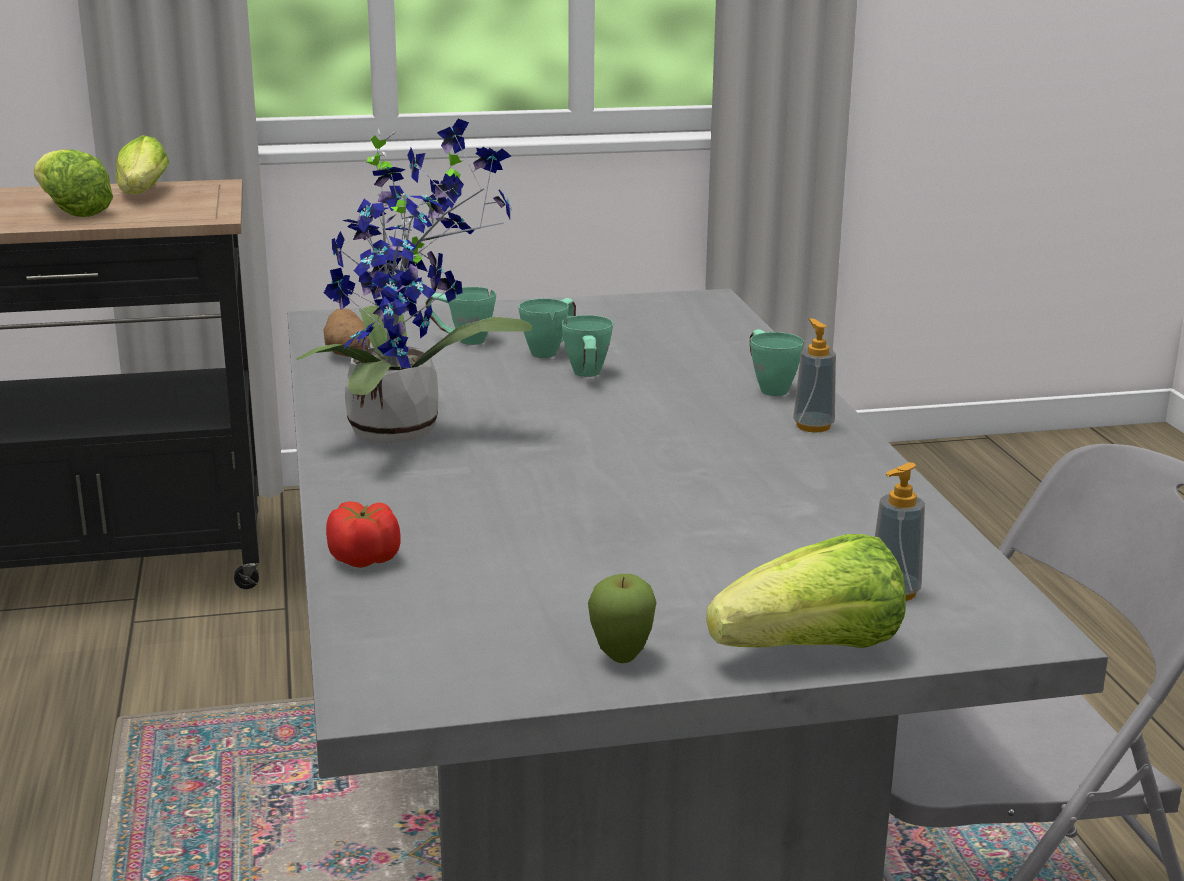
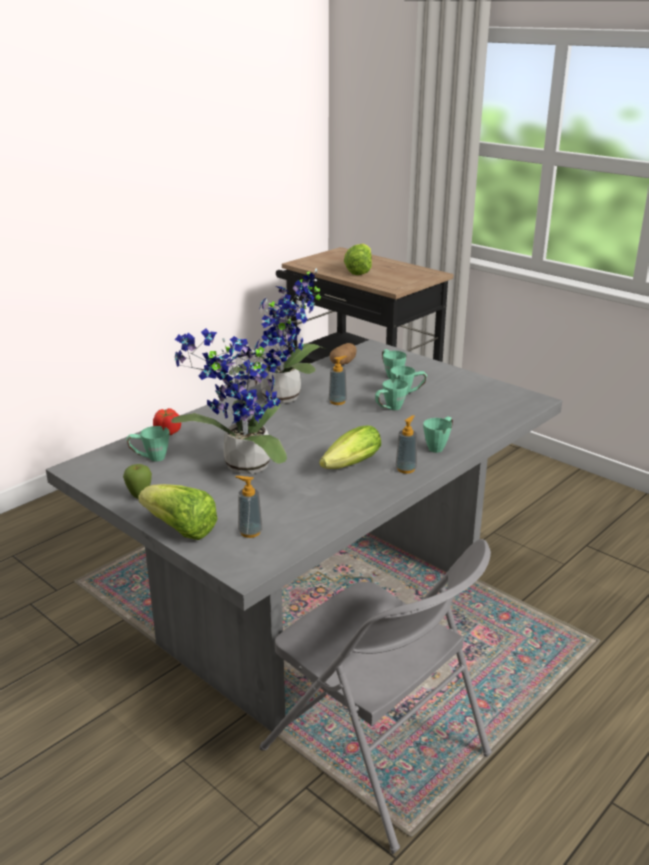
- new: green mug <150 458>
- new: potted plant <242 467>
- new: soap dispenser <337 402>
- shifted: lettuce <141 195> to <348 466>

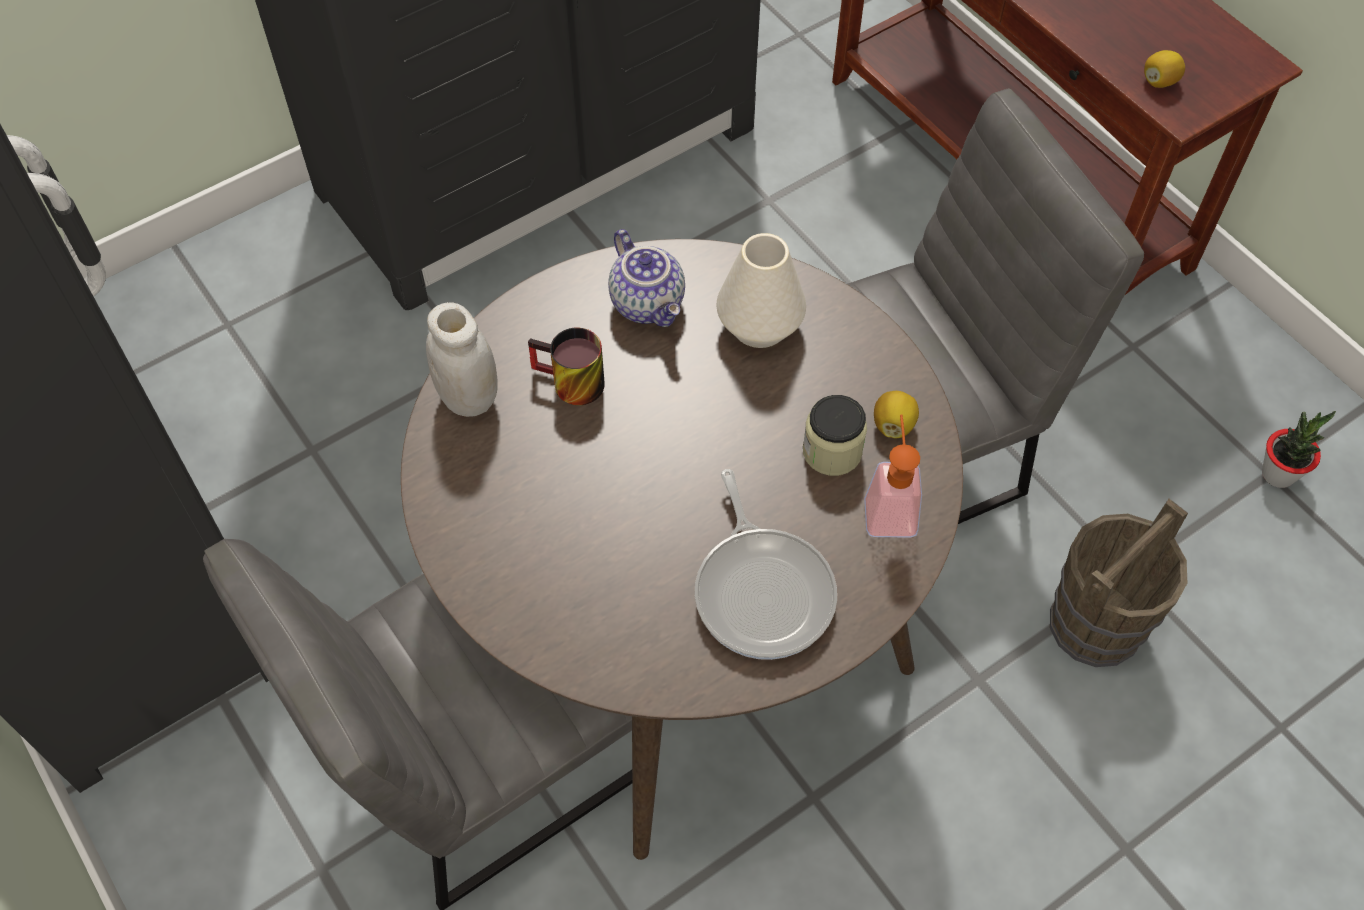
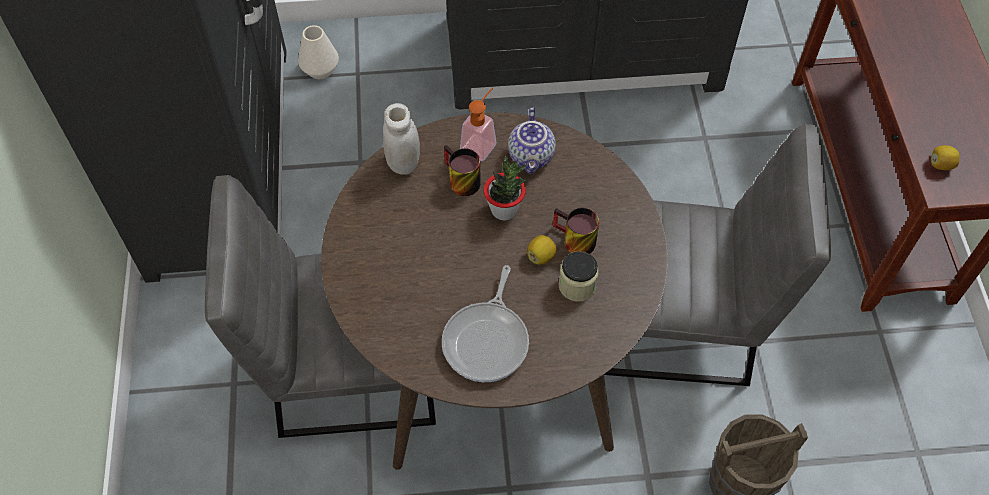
- new: mug <573 241>
- shifted: white vase <759 326> to <320 70>
- shifted: soap dispenser <889 507> to <481 143>
- shifted: lemon <893 425> to <541 256>
- shifted: potted plant <1278 474> to <504 210>

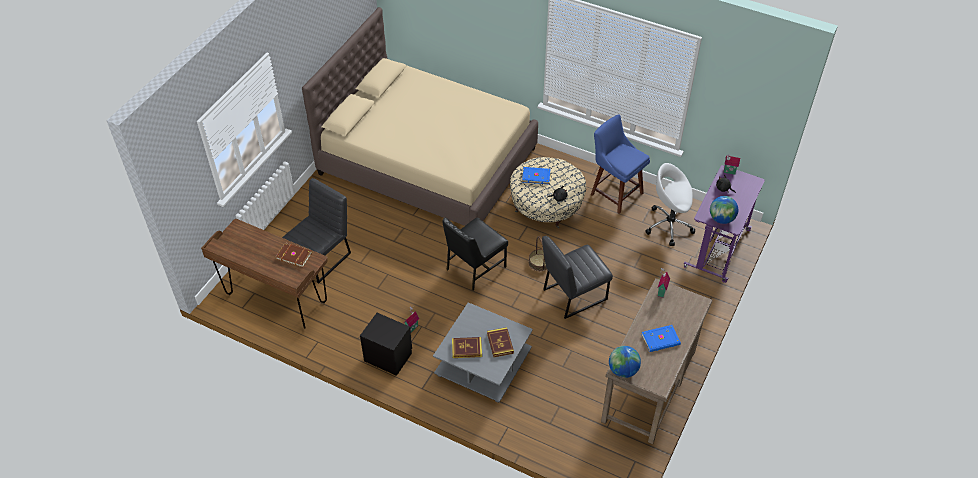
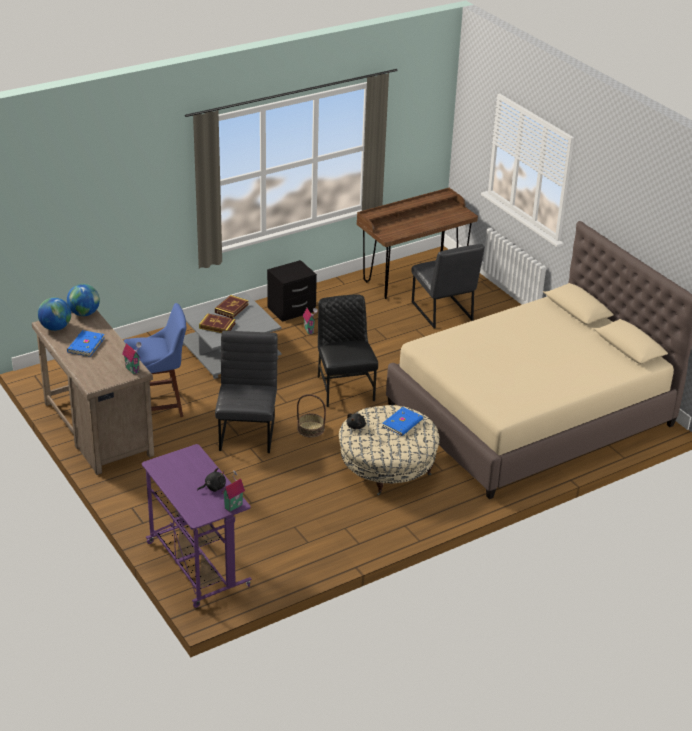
- gone: brown book <294 255>
- gone: white office chair <668 225>
- shifted: blue stool <615 192> to <159 405>
- shifted: globe <721 219> to <55 328>

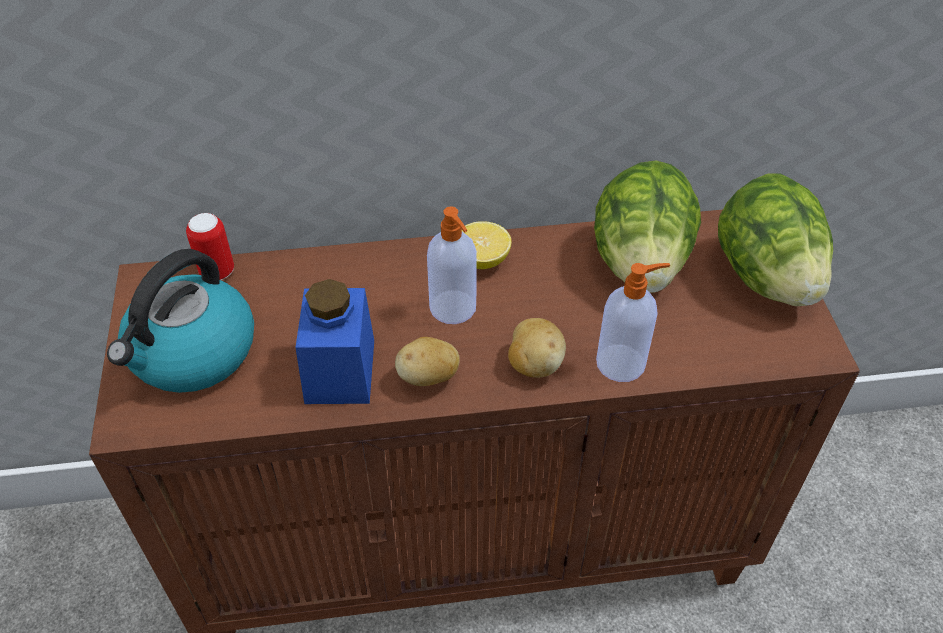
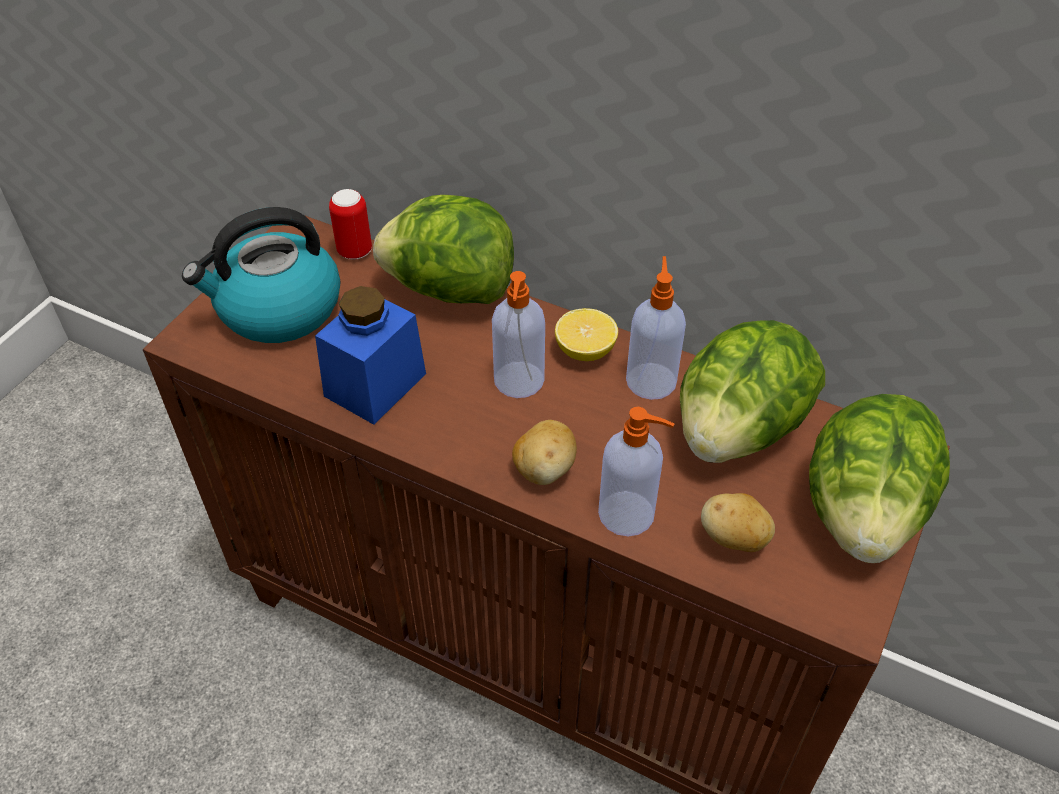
- new: lettuce <450 290>
- new: soap dispenser <651 379>
- shifted: potato <428 377> to <733 539>

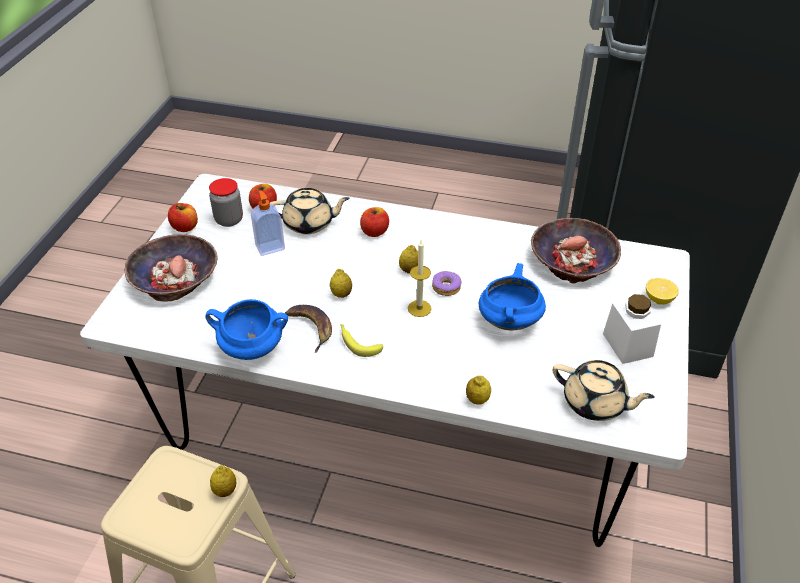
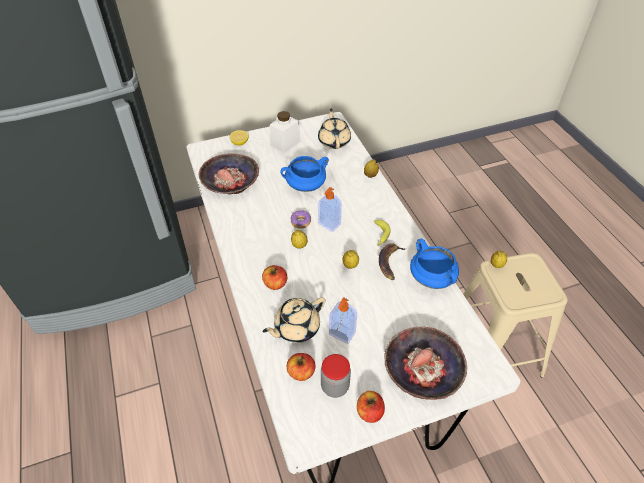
- swapped: candle <419 308> to soap dispenser <329 224>
- rotated: beige teapot <309 223> = <296 328> 90 degrees counterclockwise

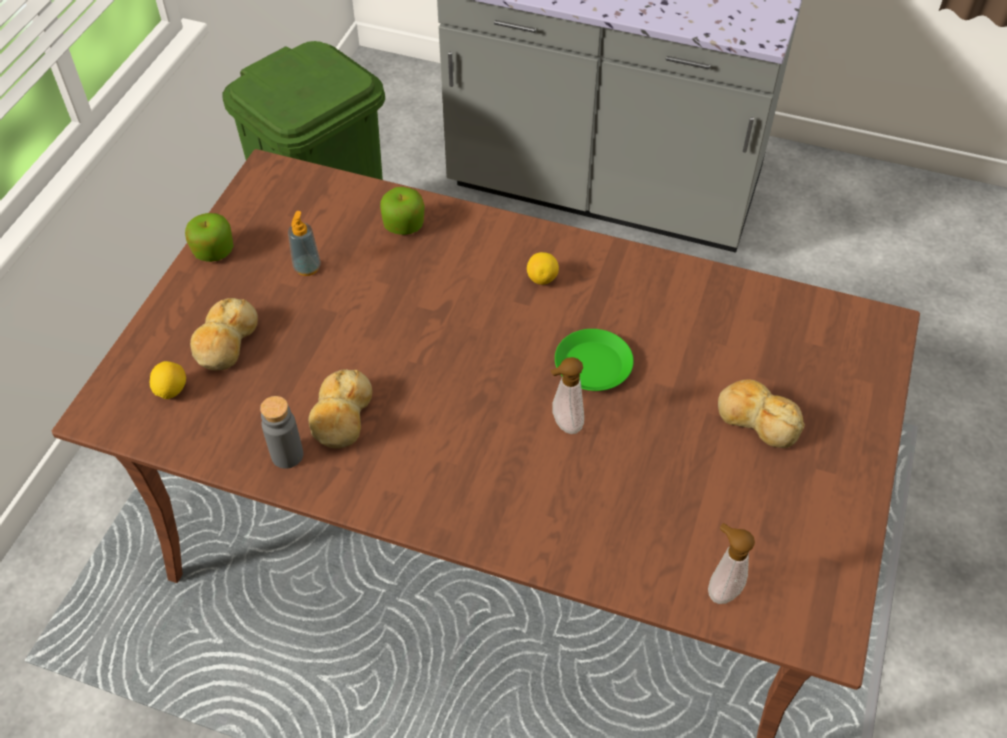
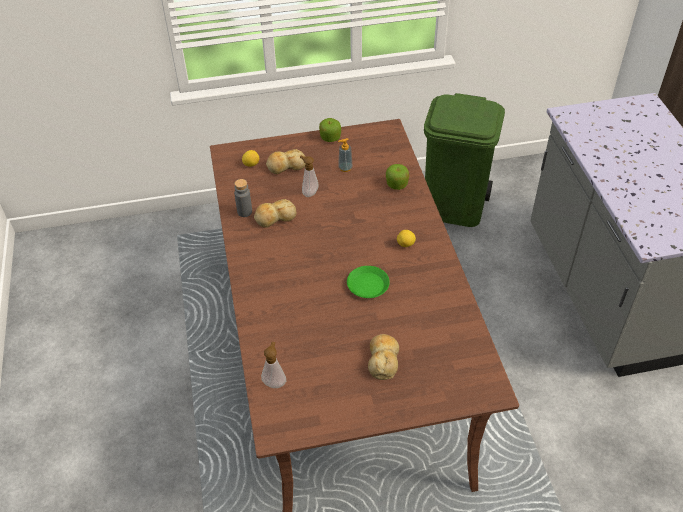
- shifted: soap dispenser <564 424> to <309 193>

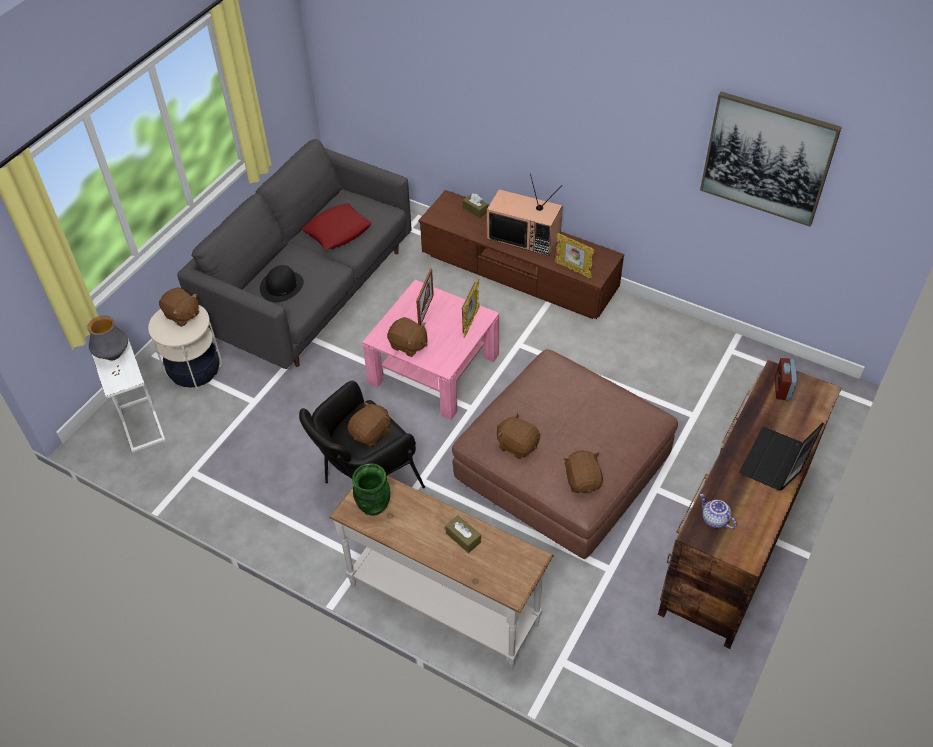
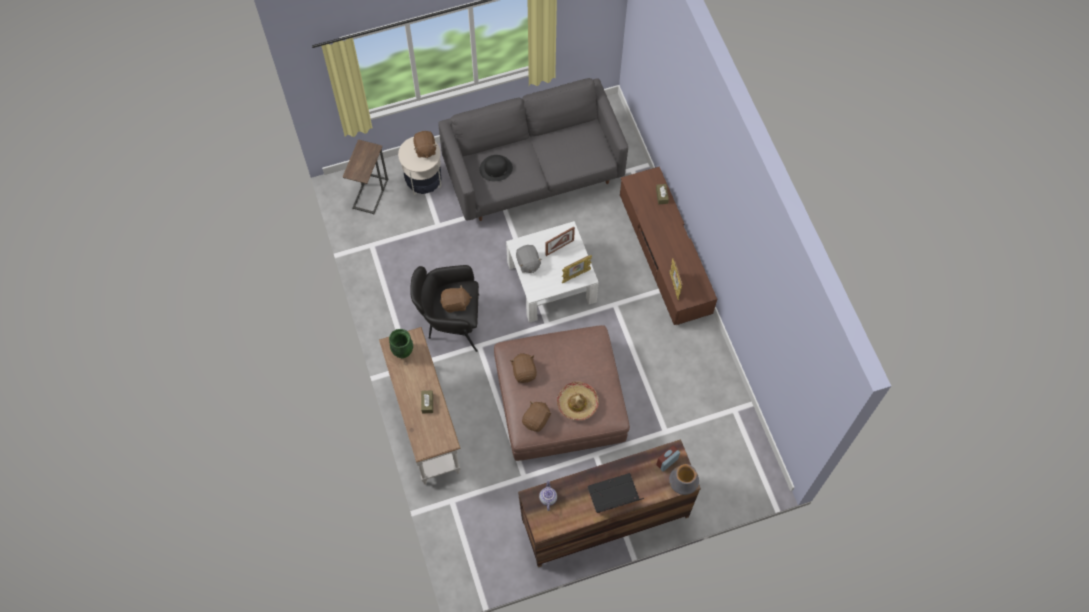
- gone: red pillow <337 231>
- gone: television <525 236>
- gone: picture <767 158>
- new: hat <577 403>
- shifted: vase <113 355> to <682 484>
- repainted: white side table <140 424> to brown side table <370 193>
- repainted: pink coffee table <434 369> to white coffee table <551 282>
- repainted: brown plush toy <408 345> to grey plush toy <528 263>

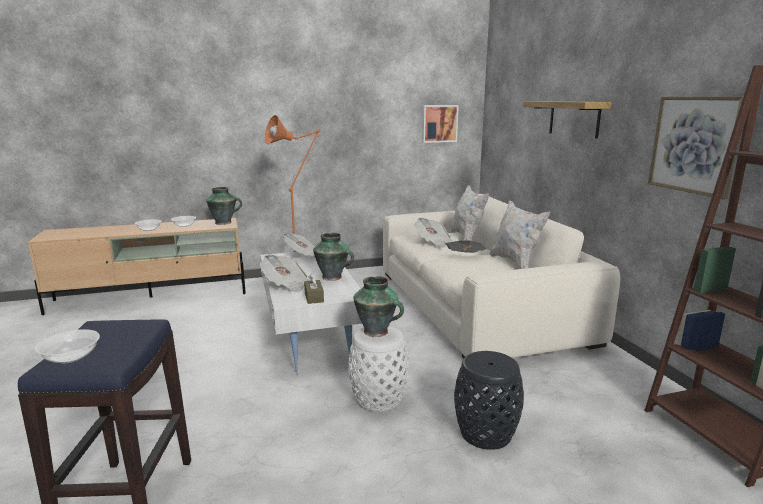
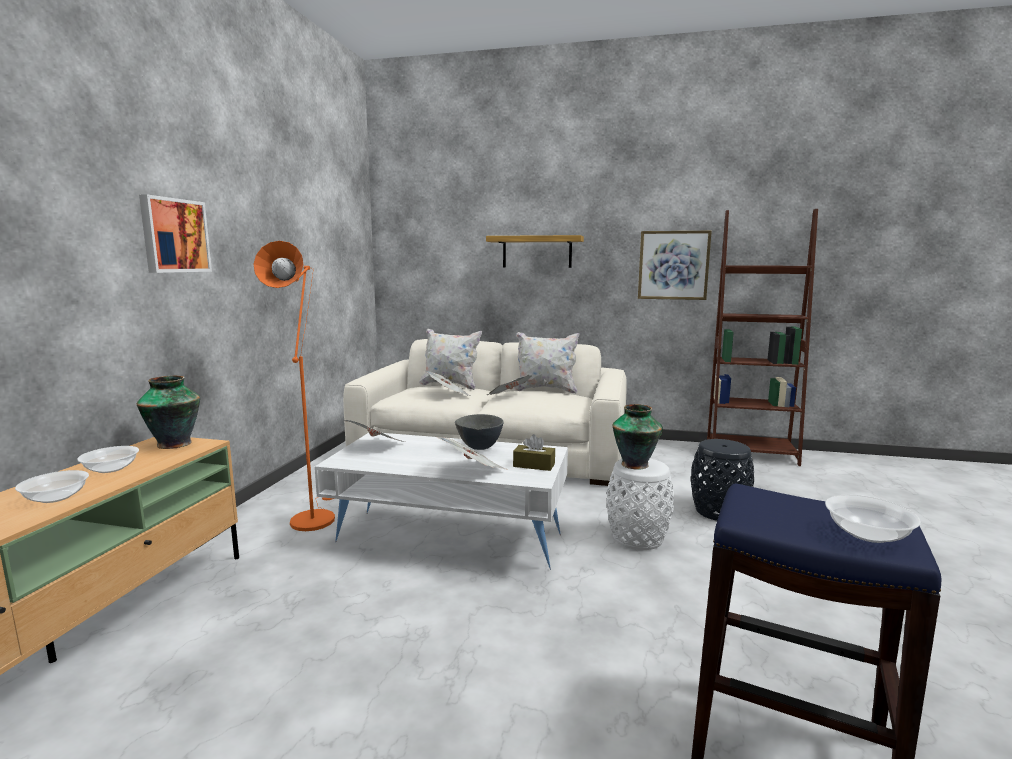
- shifted: picture <439 123> to <174 235>
- swapped: vase <333 277> to grey bowl <480 448>

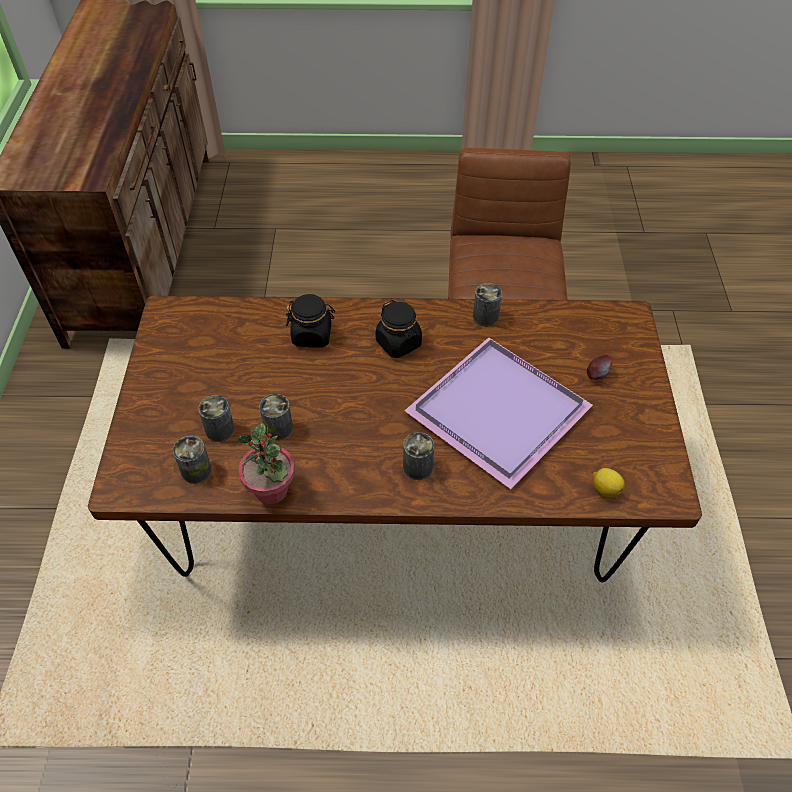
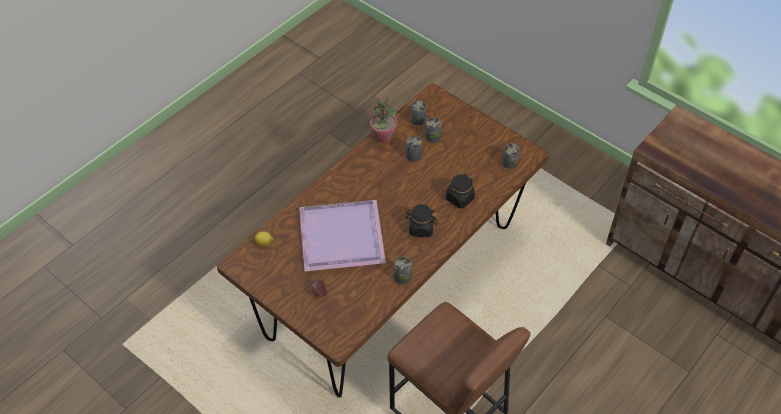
- shifted: can <417 467> to <509 163>

